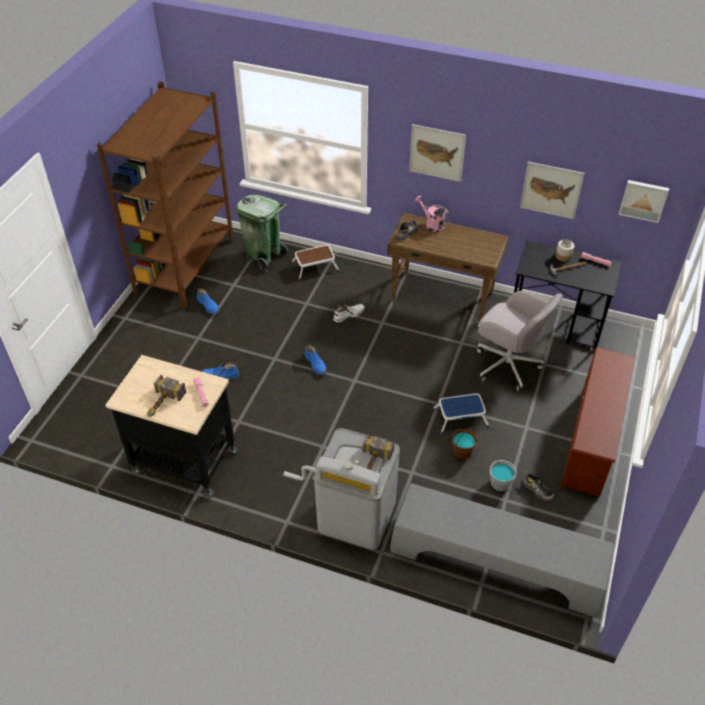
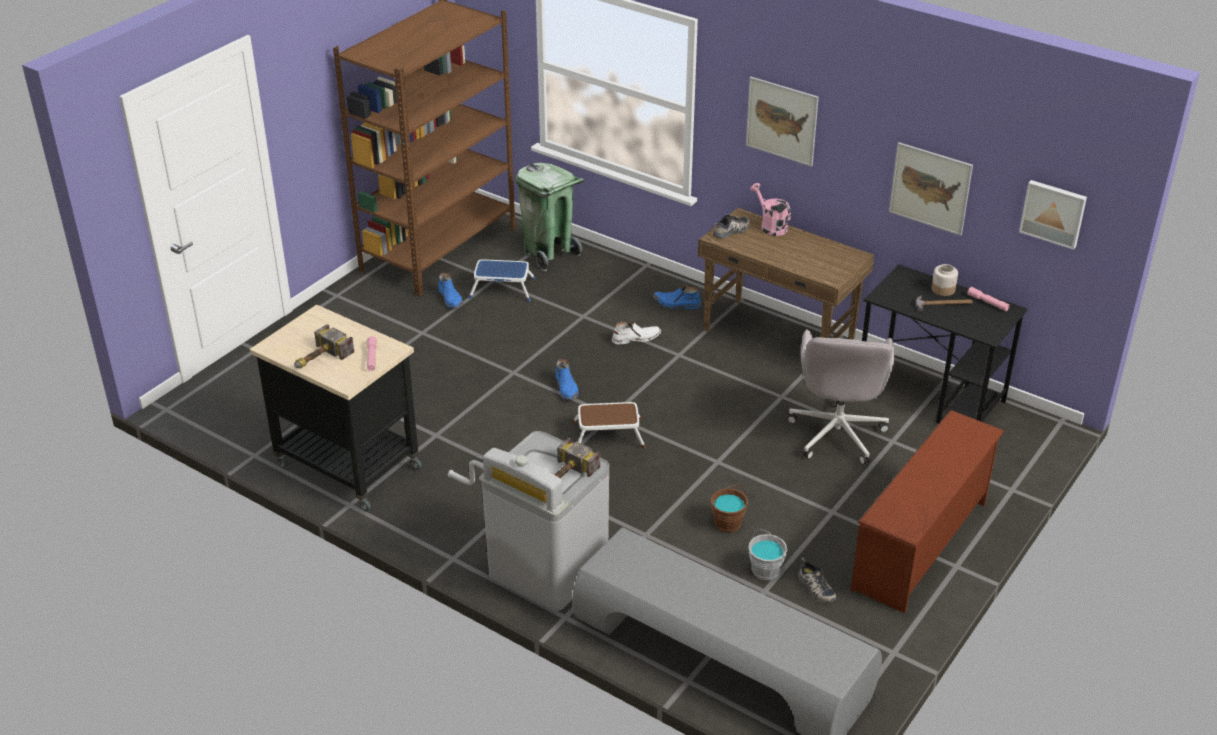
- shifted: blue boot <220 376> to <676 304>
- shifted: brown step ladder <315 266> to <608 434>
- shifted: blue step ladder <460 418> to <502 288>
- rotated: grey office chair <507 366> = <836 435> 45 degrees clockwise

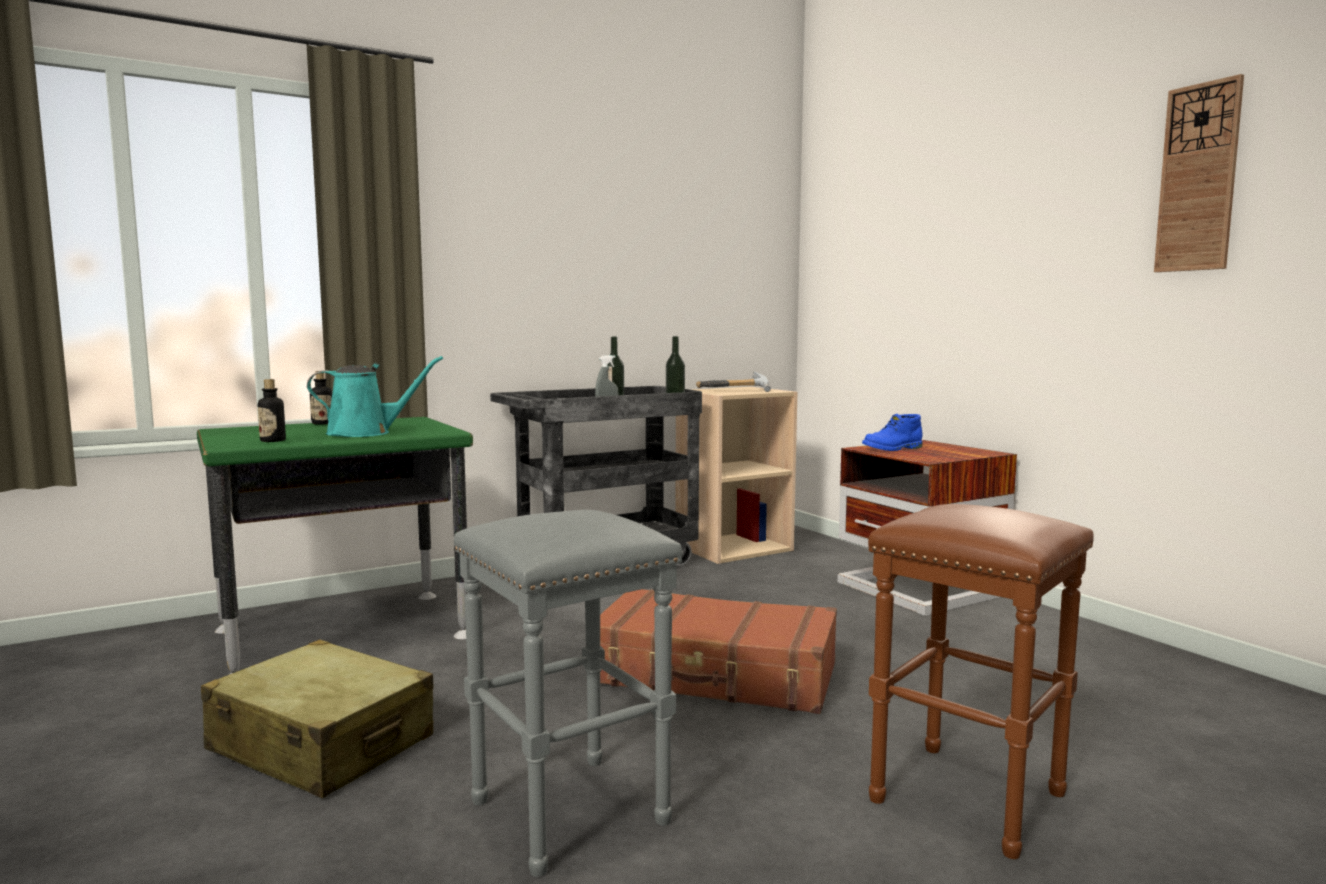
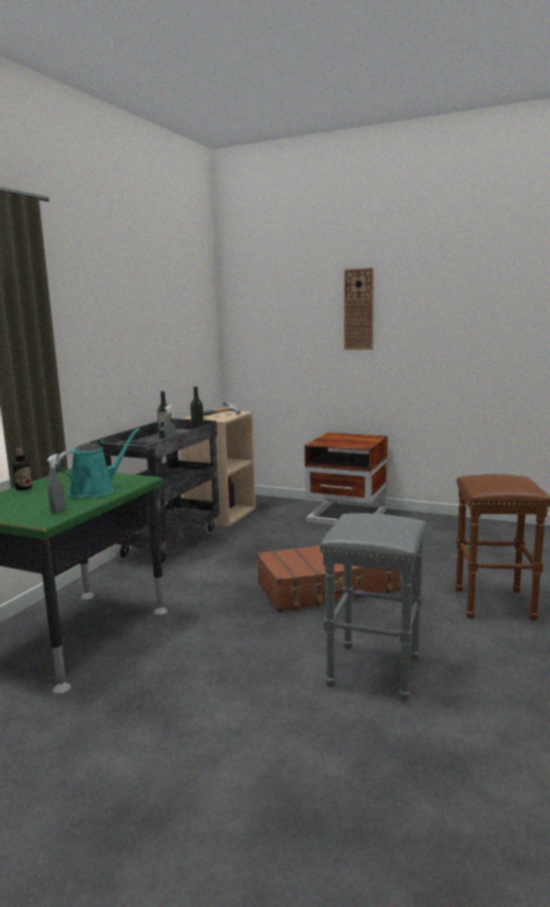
- gone: beige suitcase <322 744>
- gone: blue boot <893 449>
- shifted: wall clock <1198 178> to <358 309>
- swapped: bottle <273 440> to grey spray bottle <58 510>

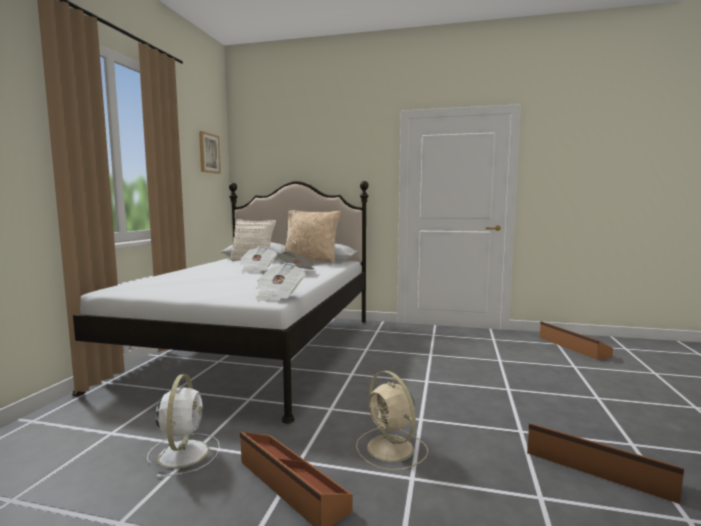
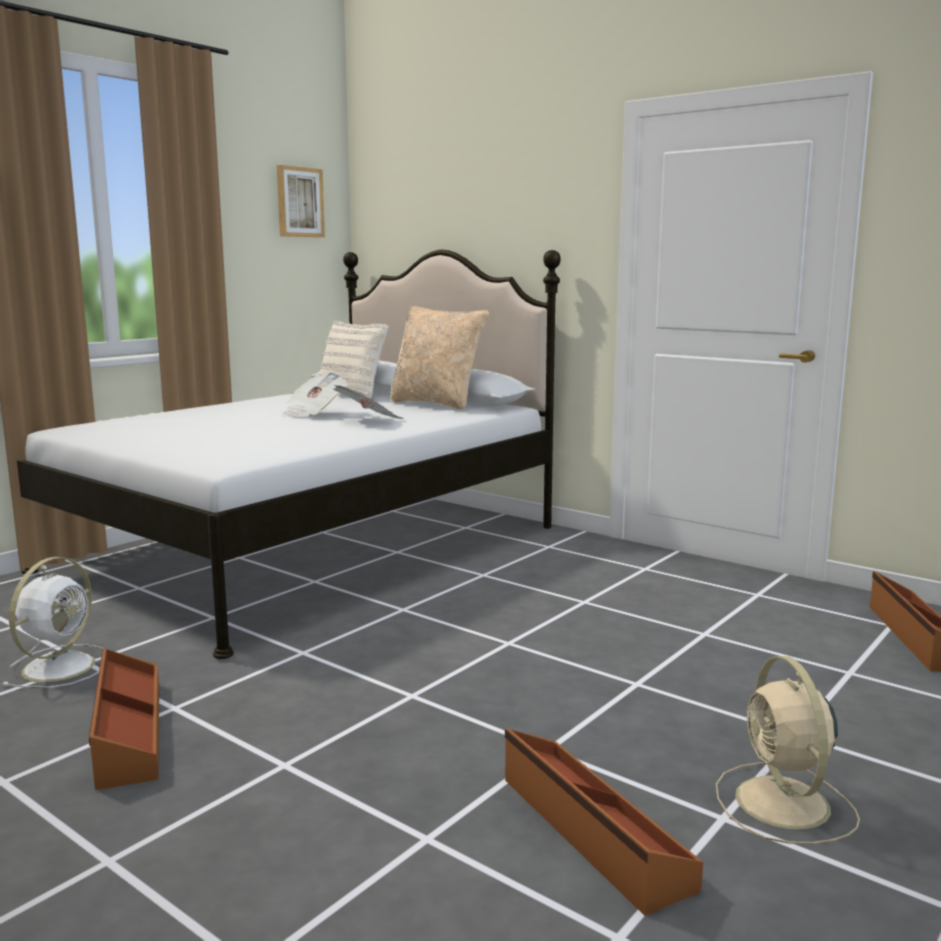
- gone: newspaper <278 296>
- shifted: beige fan <391 449> to <784 805>

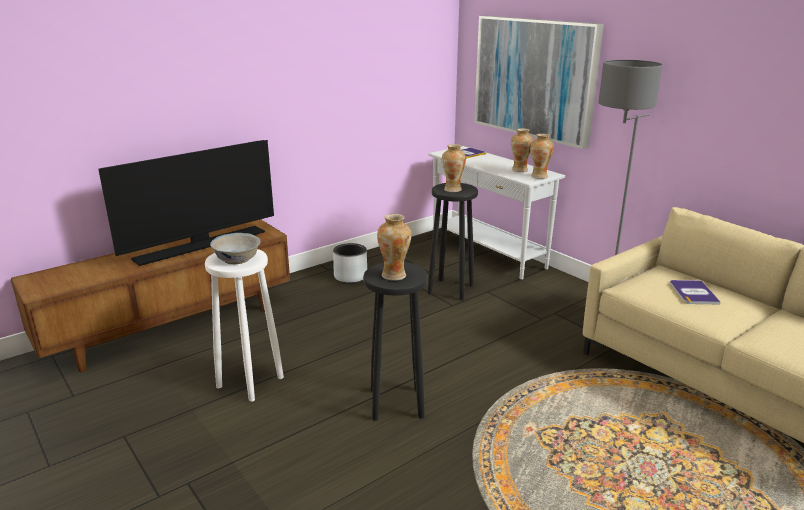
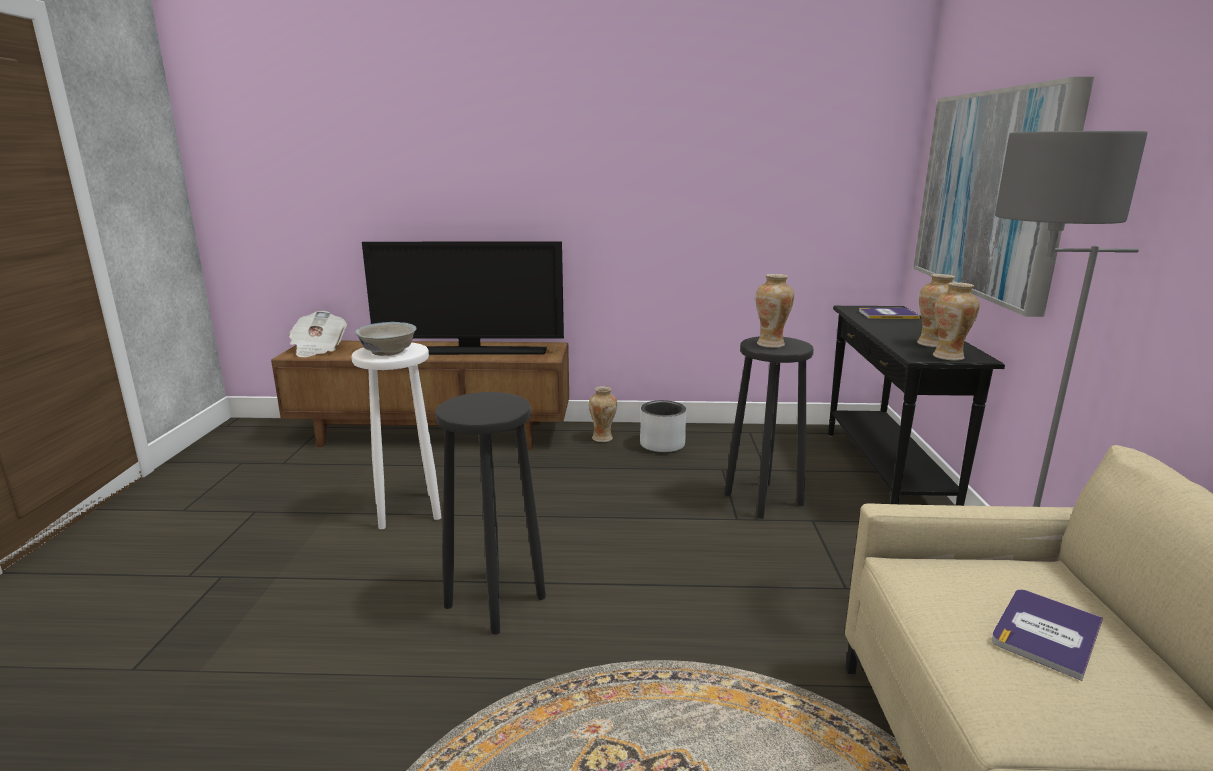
- new: newspaper <318 349>
- shifted: vase <394 275> to <603 438>
- repainted: white console table <489 253> to black console table <887 474>

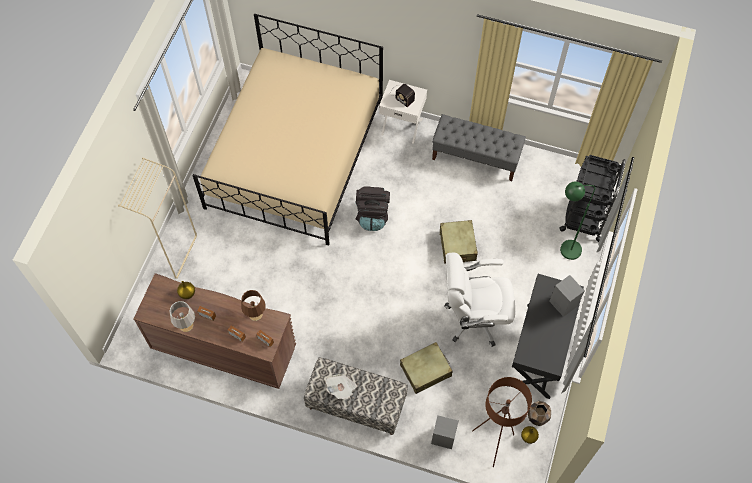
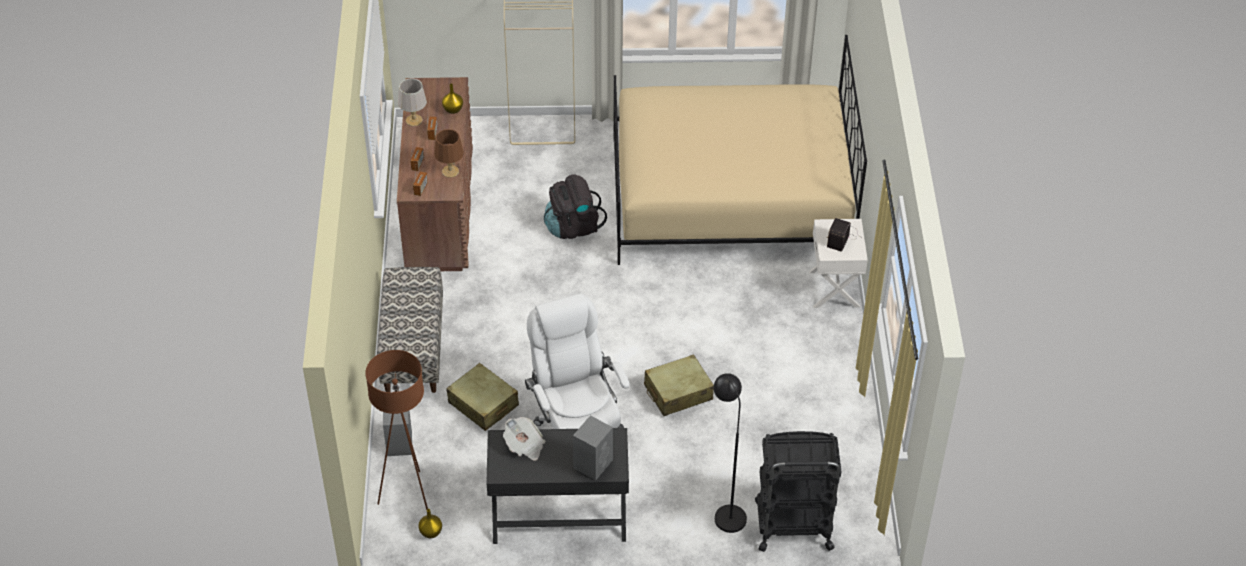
- gone: grey bench <476 158>
- gone: brown planter <537 416>
- shifted: newspaper <341 388> to <524 446>
- shifted: black backpack <372 216> to <573 226>
- repainted: green floor lamp <564 251> to black floor lamp <725 512>

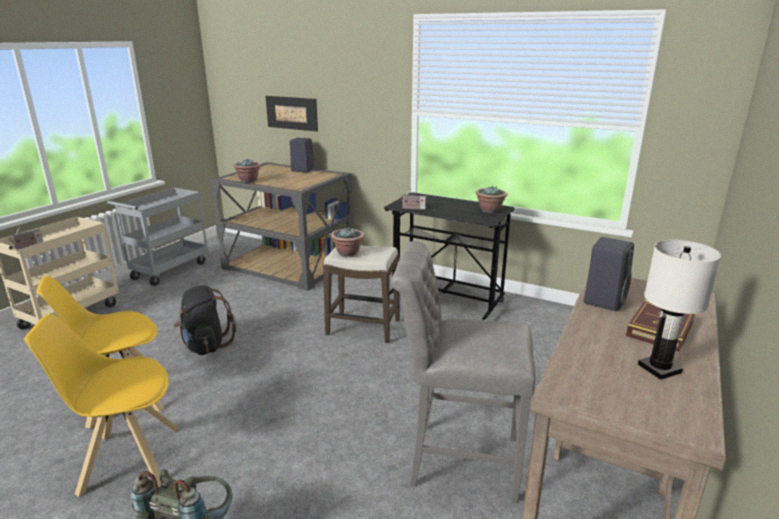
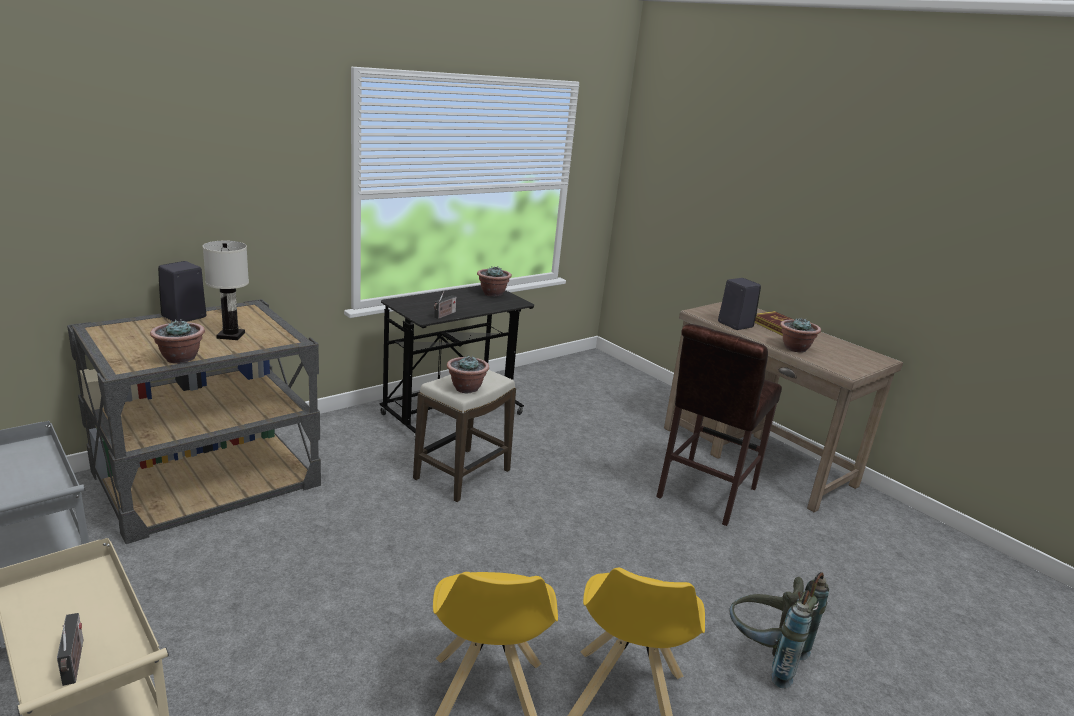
- gone: black backpack <206 345>
- gone: picture <291 113>
- new: potted plant <794 348>
- shifted: white table lamp <658 368> to <230 335>
- repainted: grey stool <457 459> to brown stool <703 495>

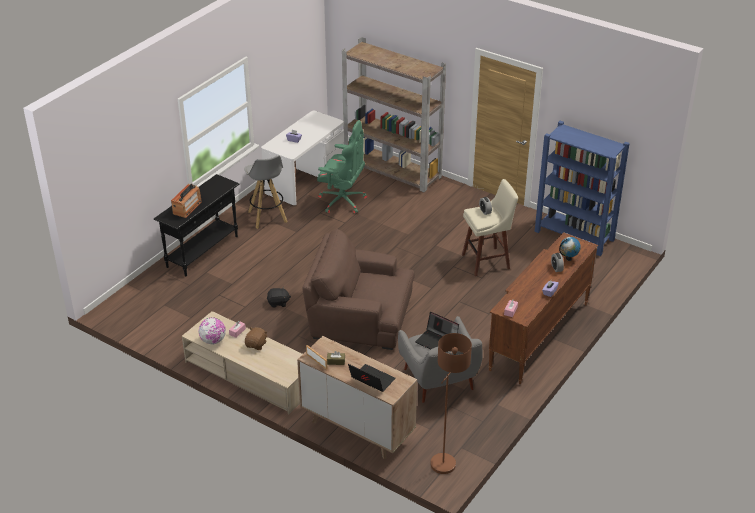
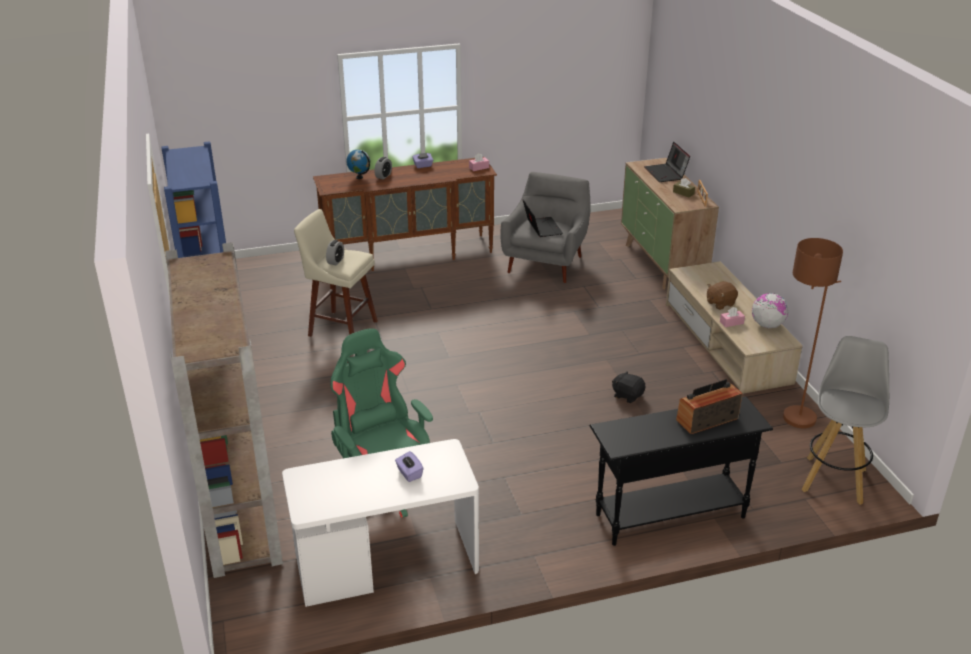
- gone: brown armchair <359 316>
- shifted: grey stool <267 217> to <834 479>
- shifted: brown floor lamp <446 459> to <790 420>

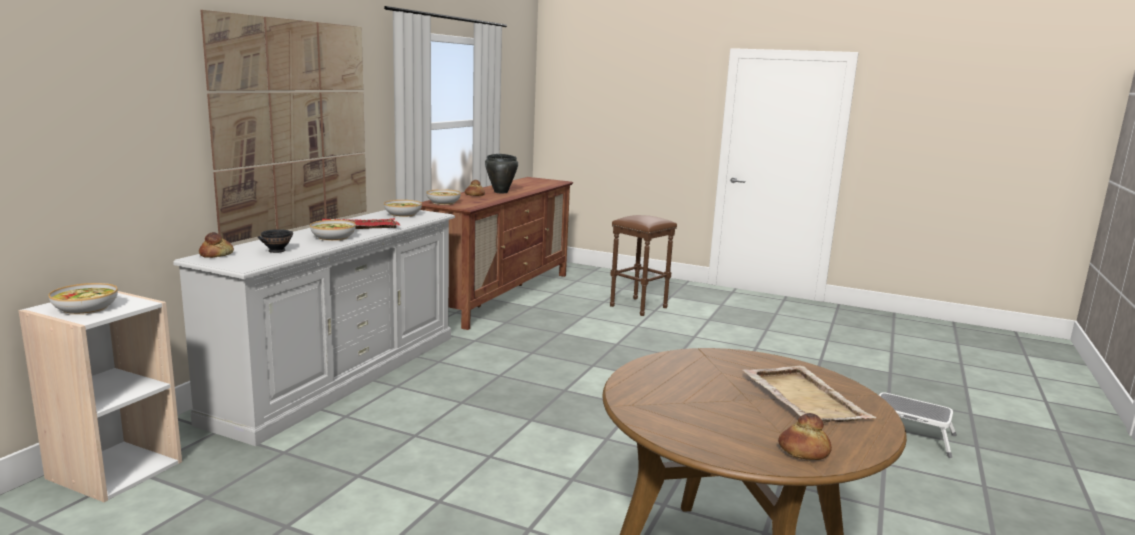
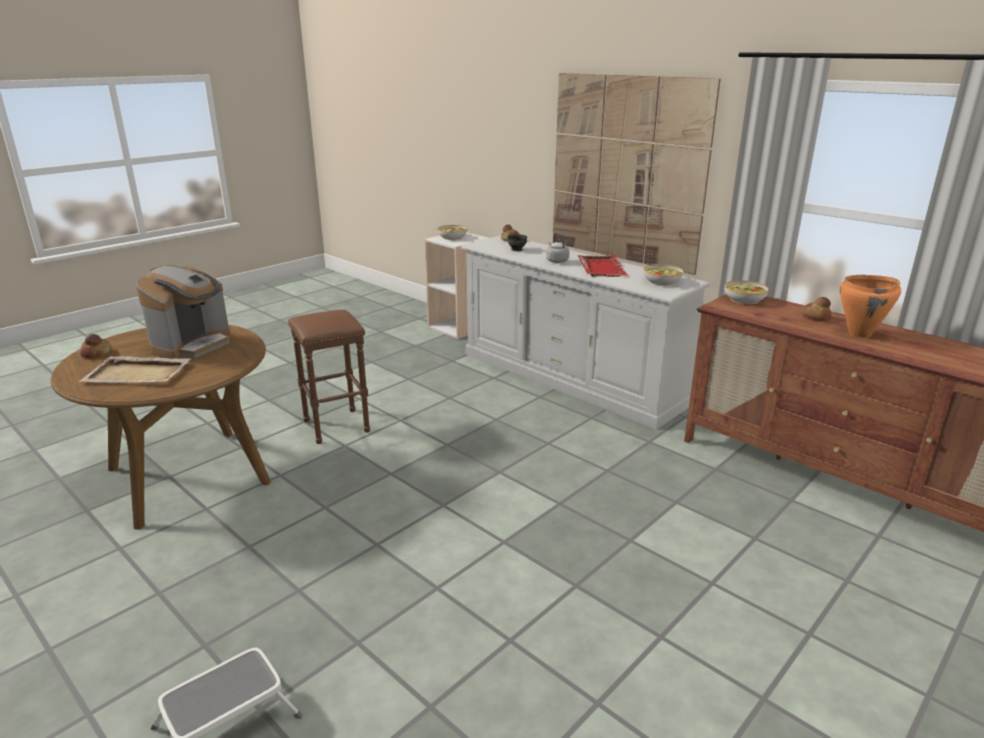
- new: coffee machine <193 345>
- shifted: brown stool <638 306> to <338 426>
- swapped: bowl <333 237> to grey kettle <556 261>
- repainted: black cooking pot <501 192> to orange cooking pot <860 334>

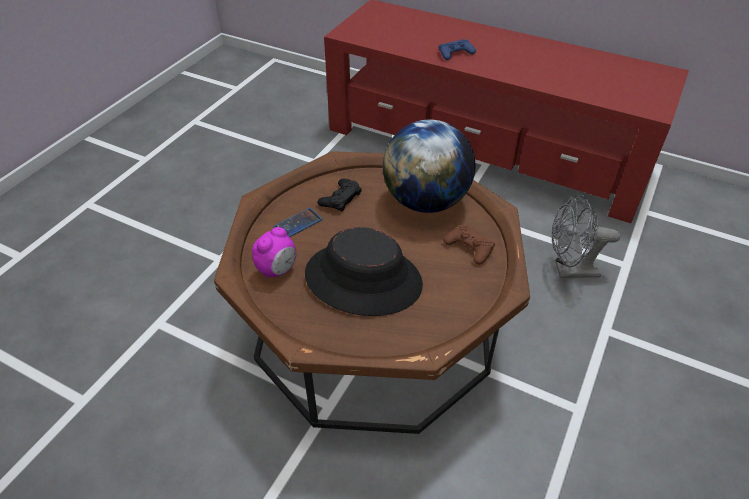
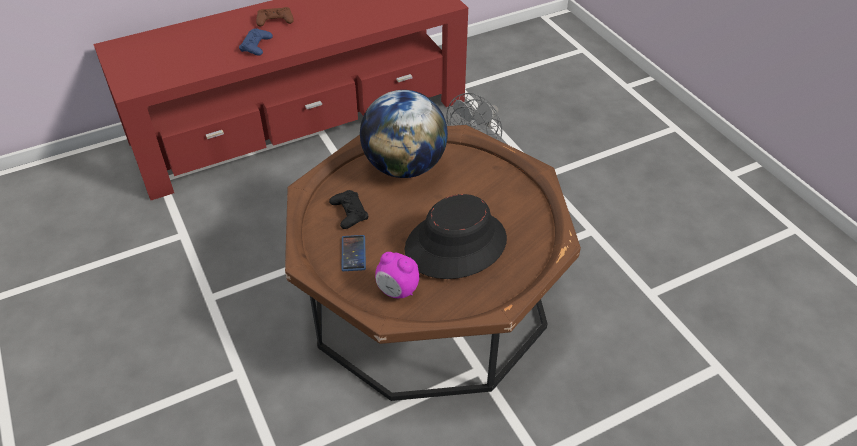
- shifted: brown game controller <469 247> to <275 20>
- rotated: alarm clock <277 270> = <397 291> 135 degrees clockwise

